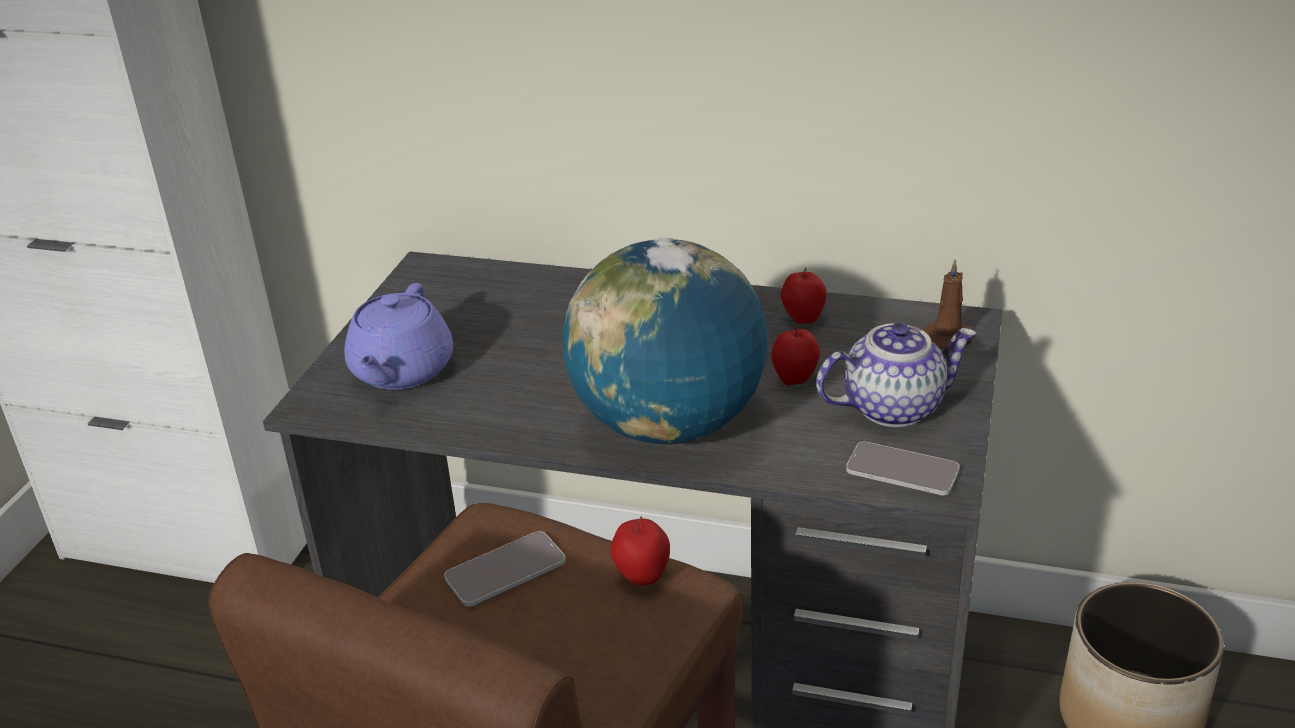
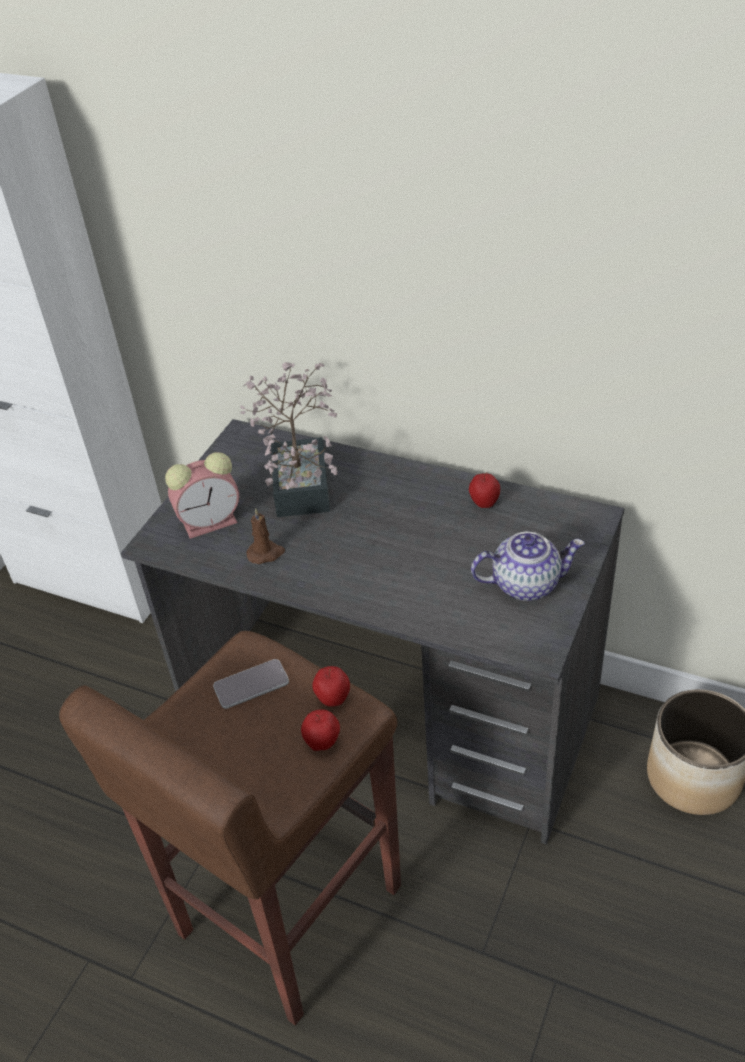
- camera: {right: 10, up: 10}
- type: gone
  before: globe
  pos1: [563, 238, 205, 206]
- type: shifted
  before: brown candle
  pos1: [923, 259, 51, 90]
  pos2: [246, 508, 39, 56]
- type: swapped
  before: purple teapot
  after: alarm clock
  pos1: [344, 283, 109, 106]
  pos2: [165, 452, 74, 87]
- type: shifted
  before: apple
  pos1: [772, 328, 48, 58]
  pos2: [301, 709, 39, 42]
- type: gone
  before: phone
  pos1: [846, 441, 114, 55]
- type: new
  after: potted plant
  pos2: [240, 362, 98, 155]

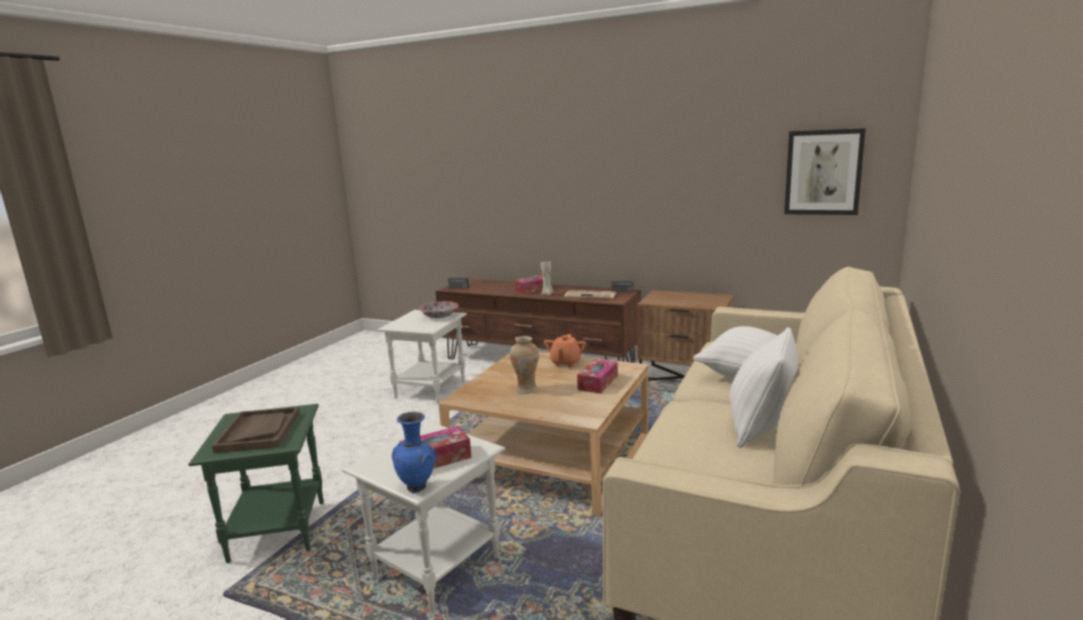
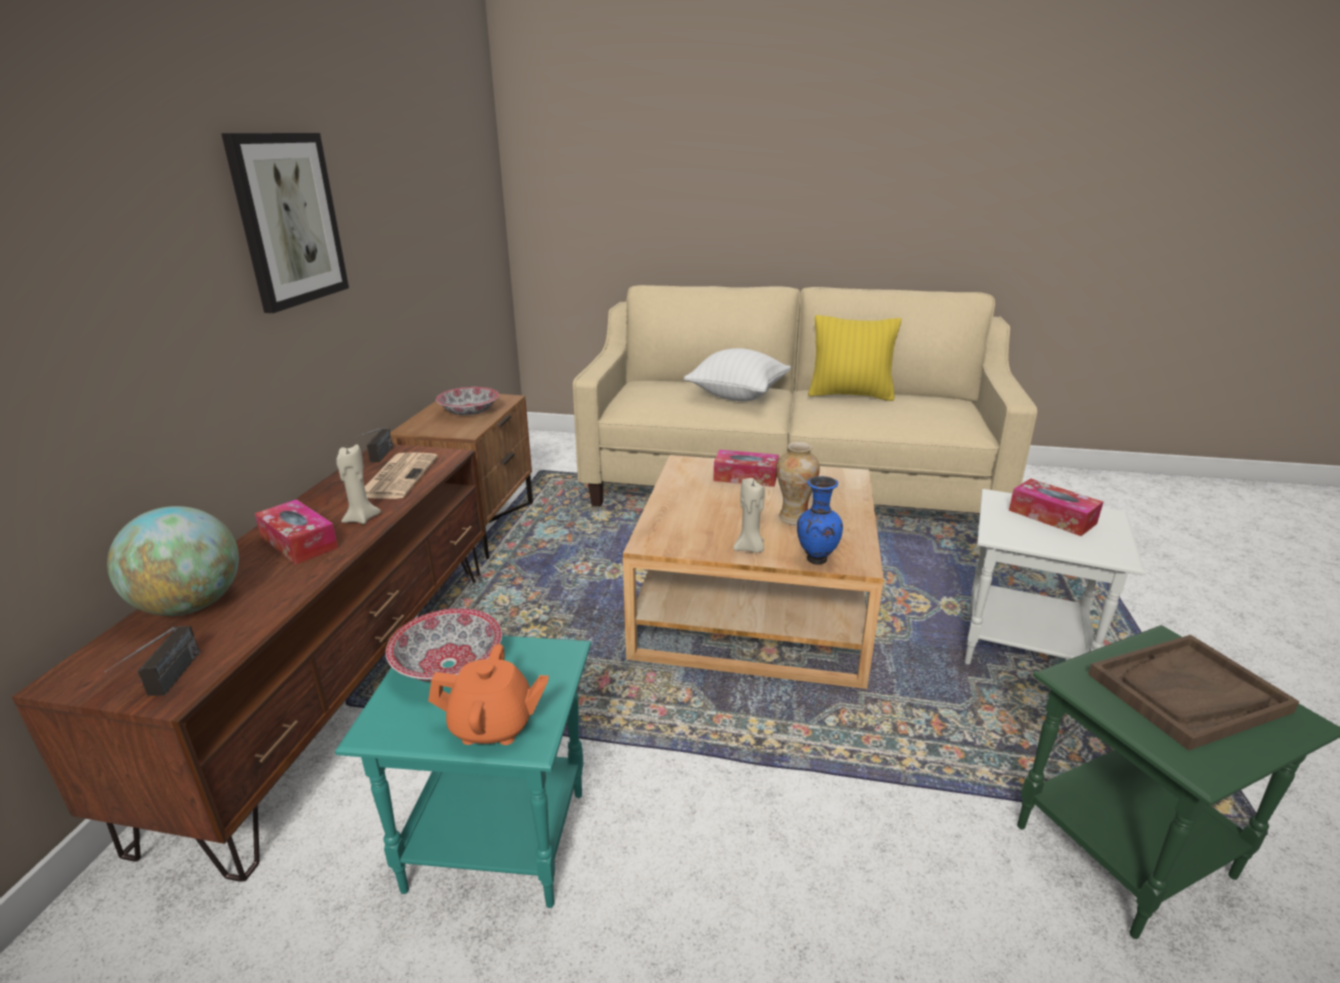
- camera: {right: -105, up: 10}
- type: shifted
  before: picture
  pos1: [784, 128, 82, 87]
  pos2: [221, 133, 128, 180]
- type: repainted
  before: white side table
  after: turquoise side table
  pos1: [377, 310, 90, 93]
  pos2: [335, 636, 256, 272]
- type: repainted
  before: white pillow
  after: yellow pillow
  pos1: [730, 327, 69, 121]
  pos2: [808, 315, 93, 86]
- type: shifted
  before: orange teapot
  pos1: [544, 334, 42, 33]
  pos2: [428, 644, 121, 101]
- type: shifted
  before: blue vase
  pos1: [392, 412, 44, 81]
  pos2: [797, 476, 46, 89]
- type: new
  after: bowl
  pos2: [436, 387, 63, 28]
- type: new
  after: beige candle
  pos2: [733, 478, 32, 75]
- type: new
  after: globe
  pos2: [107, 506, 132, 110]

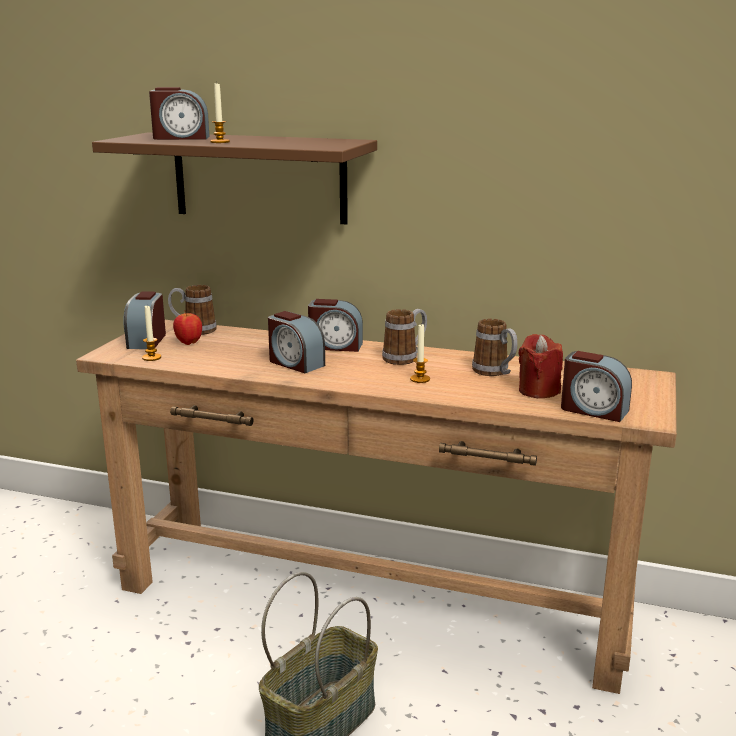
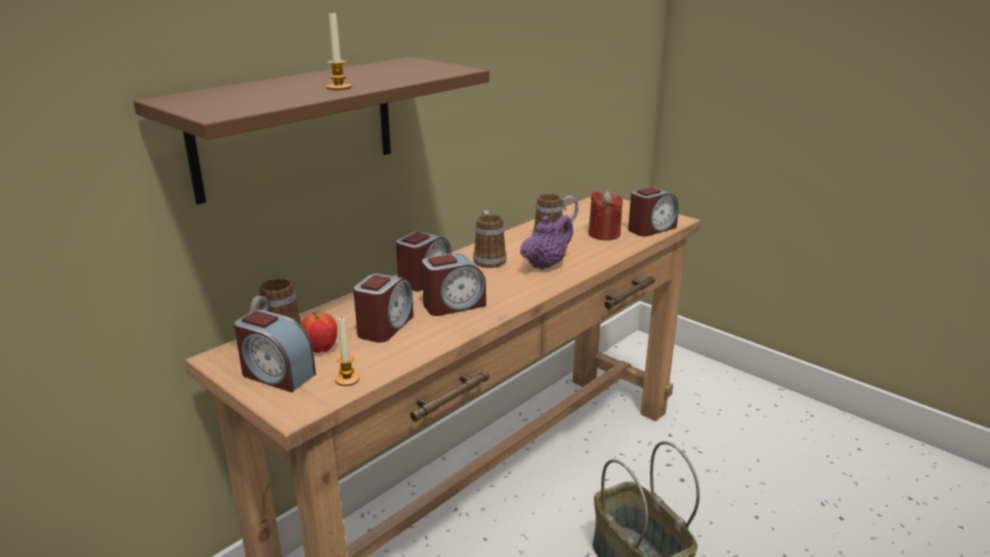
- camera: {right: -65, up: 5}
- type: shifted
  before: alarm clock
  pos1: [149, 87, 61, 53]
  pos2: [353, 273, 61, 70]
- type: swapped
  before: candle
  after: purple teapot
  pos1: [410, 324, 20, 59]
  pos2: [520, 215, 53, 55]

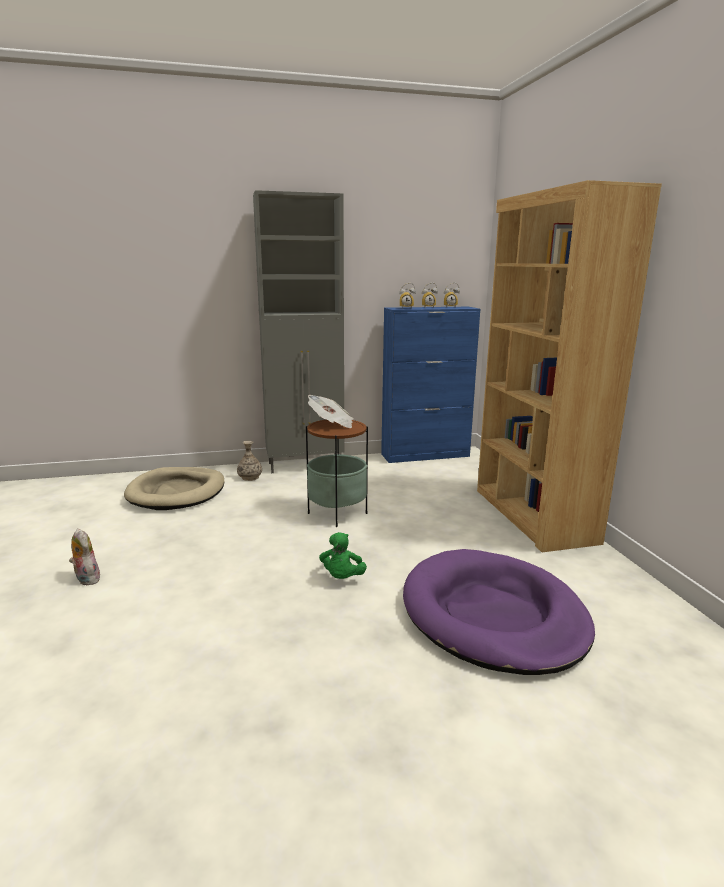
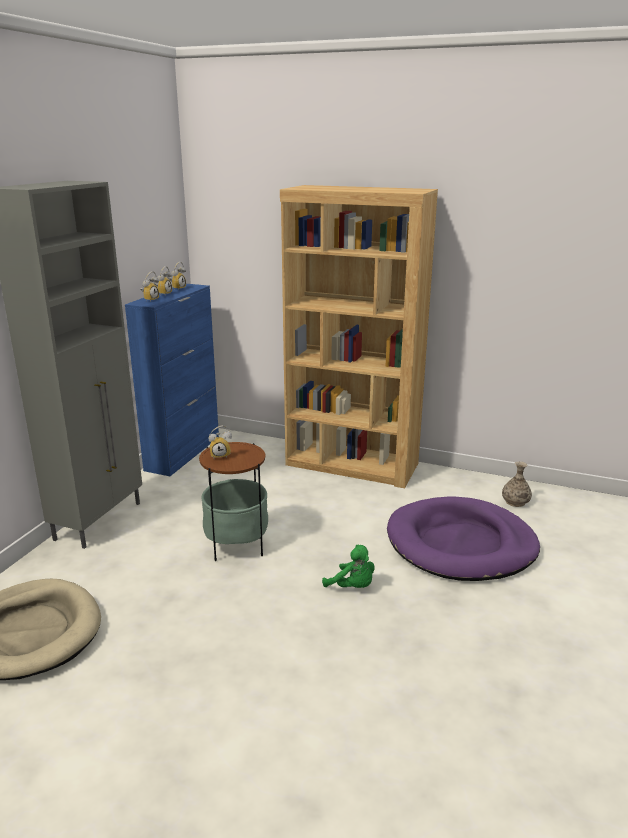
- camera: {right: -55, up: 5}
- type: swapped
  before: newspaper
  after: alarm clock
  pos1: [308, 395, 45, 33]
  pos2: [209, 425, 23, 33]
- type: shifted
  before: vase
  pos1: [237, 441, 25, 40]
  pos2: [502, 461, 30, 46]
- type: gone
  before: plush toy
  pos1: [69, 528, 31, 58]

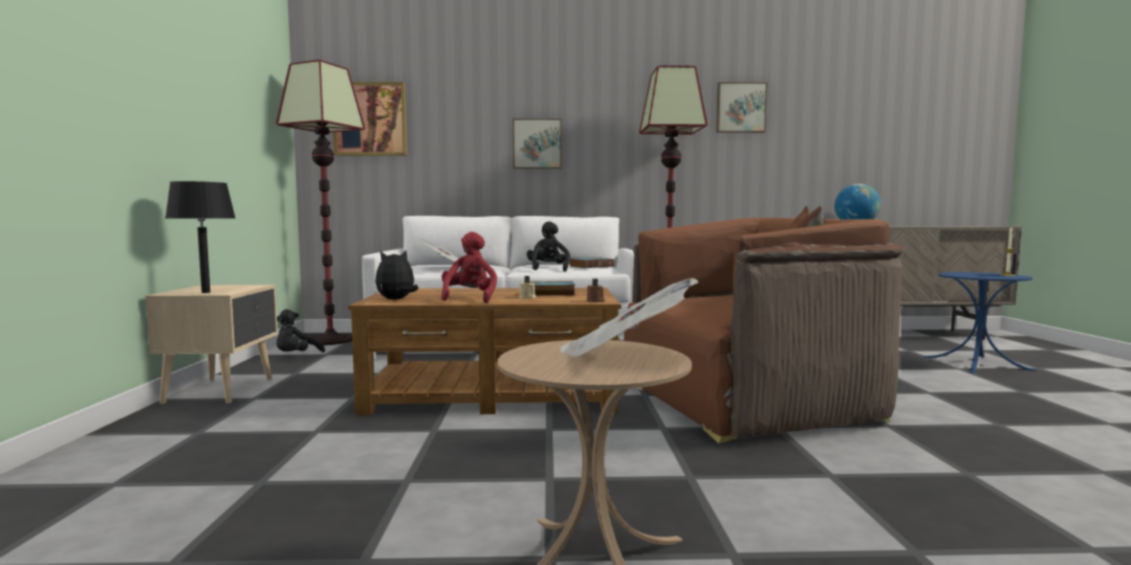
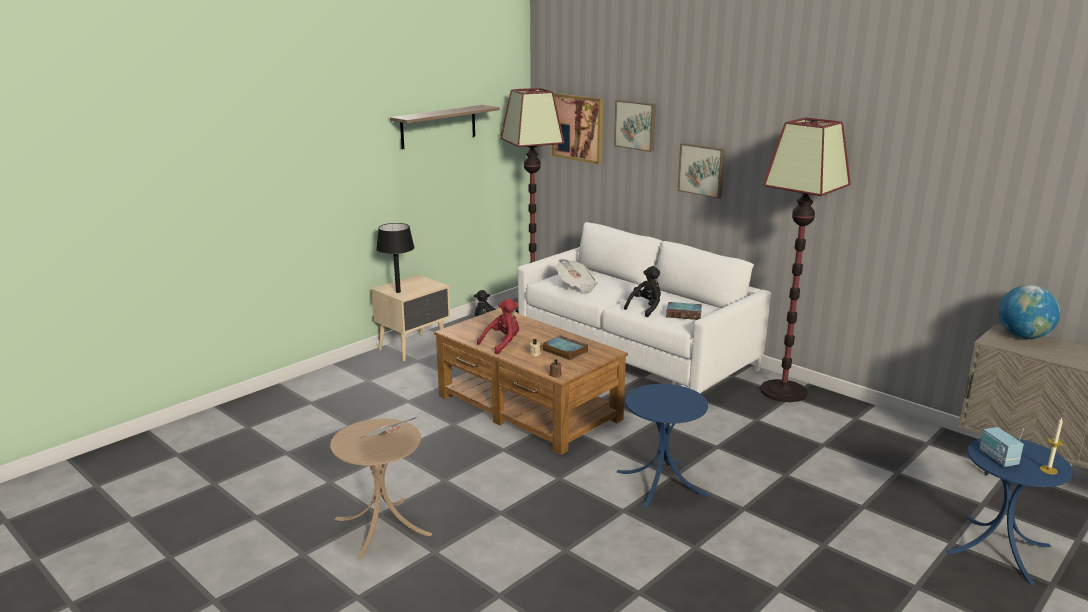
- camera: {right: 45, up: 15}
- type: shifted
  before: picture
  pos1: [716, 82, 52, 51]
  pos2: [614, 100, 42, 52]
- type: swapped
  before: brown armchair
  after: blue side table
  pos1: [624, 206, 280, 238]
  pos2: [617, 384, 92, 124]
- type: gone
  before: plush toy
  pos1: [375, 251, 44, 49]
- type: new
  after: shelf
  pos2: [390, 105, 110, 44]
- type: new
  after: radio
  pos2: [980, 427, 44, 40]

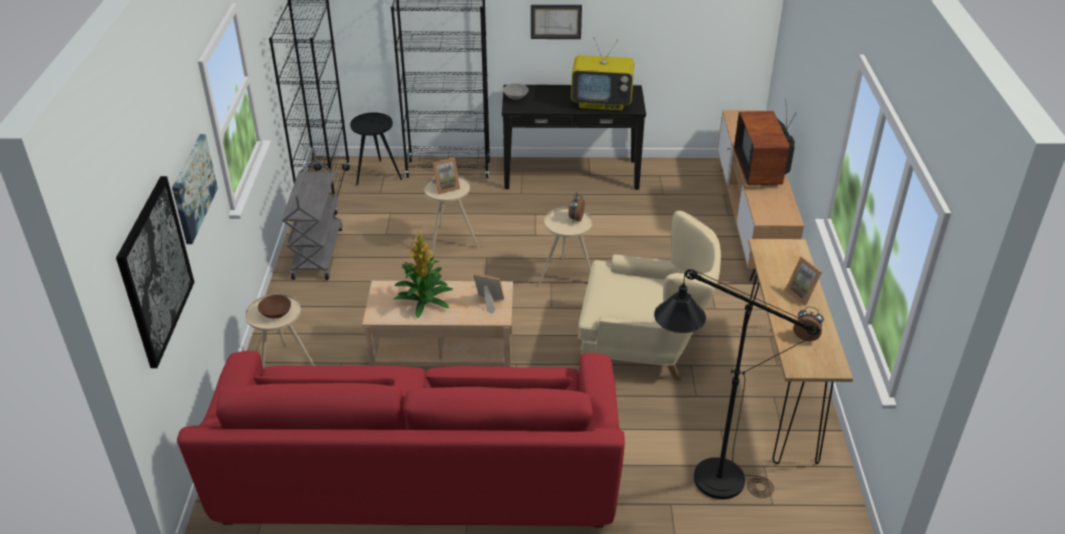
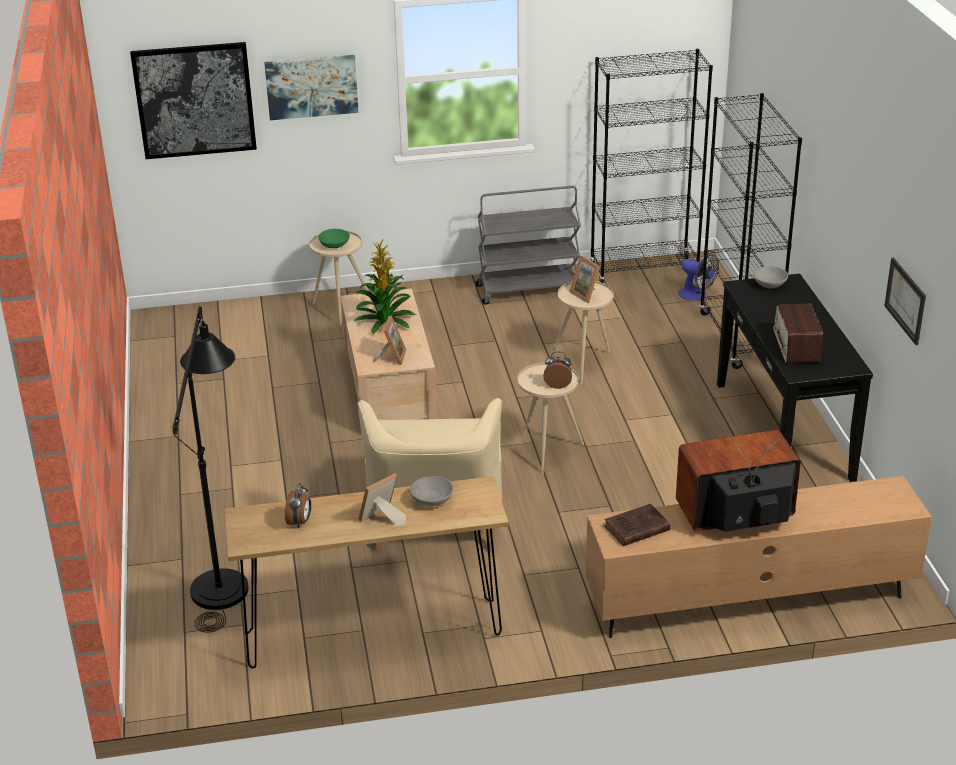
- camera: {right: 80, up: -5}
- type: shifted
  before: picture
  pos1: [531, 5, 51, 34]
  pos2: [884, 258, 42, 87]
- type: swapped
  before: television
  after: radio
  pos1: [571, 39, 63, 71]
  pos2: [773, 303, 50, 61]
- type: swapped
  before: black side table
  after: fan
  pos1: [350, 112, 52, 73]
  pos2: [678, 255, 41, 46]
- type: repainted
  before: brown bowl
  after: green bowl
  pos1: [258, 295, 33, 23]
  pos2: [318, 229, 32, 19]
- type: gone
  before: red sofa
  pos1: [177, 351, 448, 177]
- type: new
  after: grey bowl
  pos2: [410, 476, 44, 30]
- type: new
  after: brown book
  pos2: [604, 504, 67, 42]

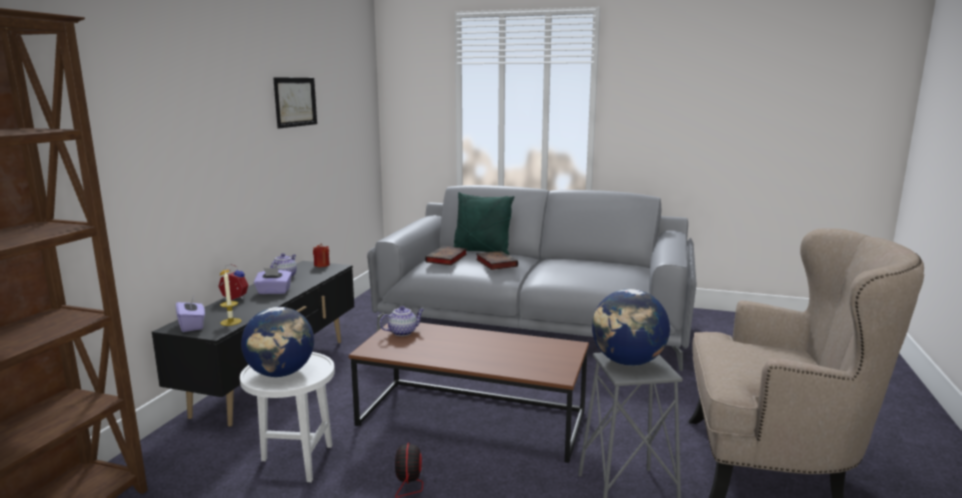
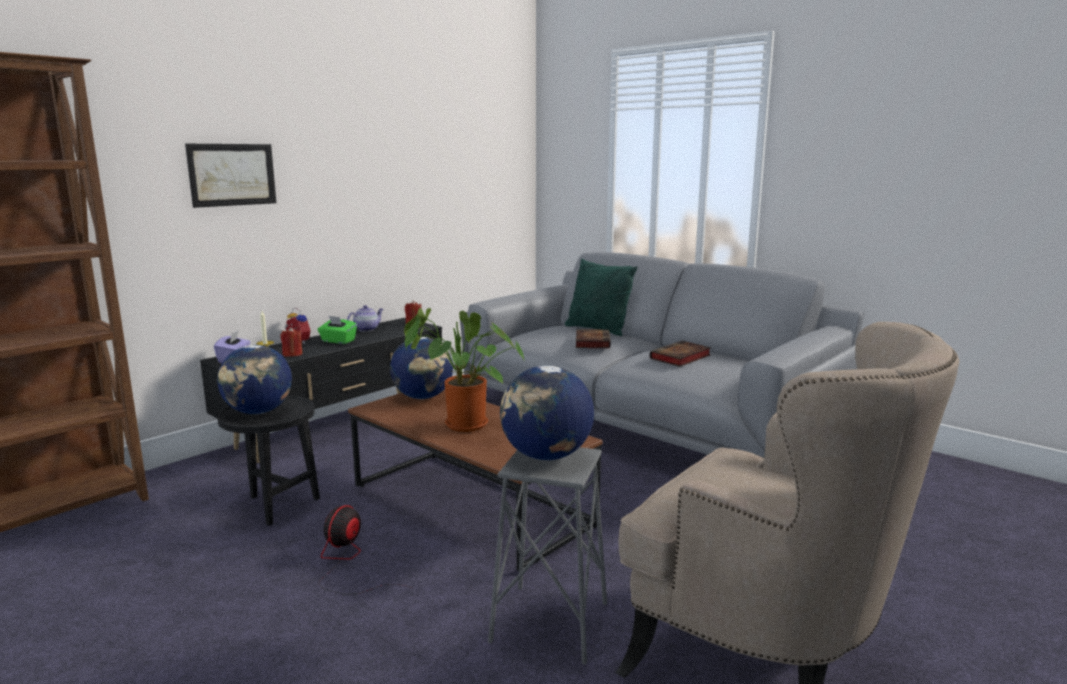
- camera: {right: 25, up: 0}
- type: shifted
  before: picture
  pos1: [273, 77, 44, 51]
  pos2: [185, 144, 91, 64]
- type: shifted
  before: book
  pos1: [425, 246, 42, 19]
  pos2: [650, 341, 61, 26]
- type: repainted
  before: purple tissue box
  after: green tissue box
  pos1: [254, 268, 38, 26]
  pos2: [318, 316, 39, 28]
- type: swapped
  before: teapot
  after: globe
  pos1: [380, 306, 44, 30]
  pos2: [390, 337, 63, 62]
- type: repainted
  before: white side table
  after: black side table
  pos1: [240, 352, 95, 130]
  pos2: [217, 395, 103, 131]
- type: new
  after: potted plant
  pos2: [404, 308, 121, 124]
- type: new
  after: red candle
  pos2: [281, 327, 22, 30]

